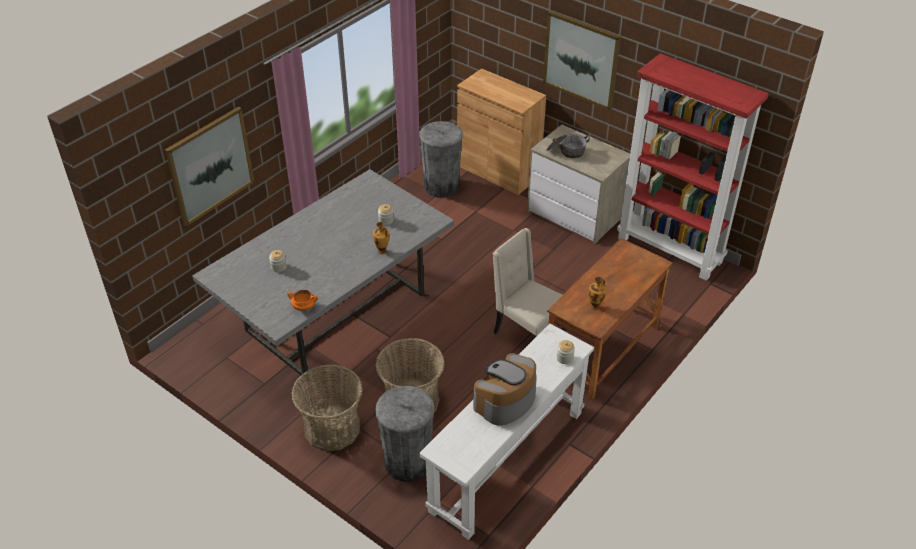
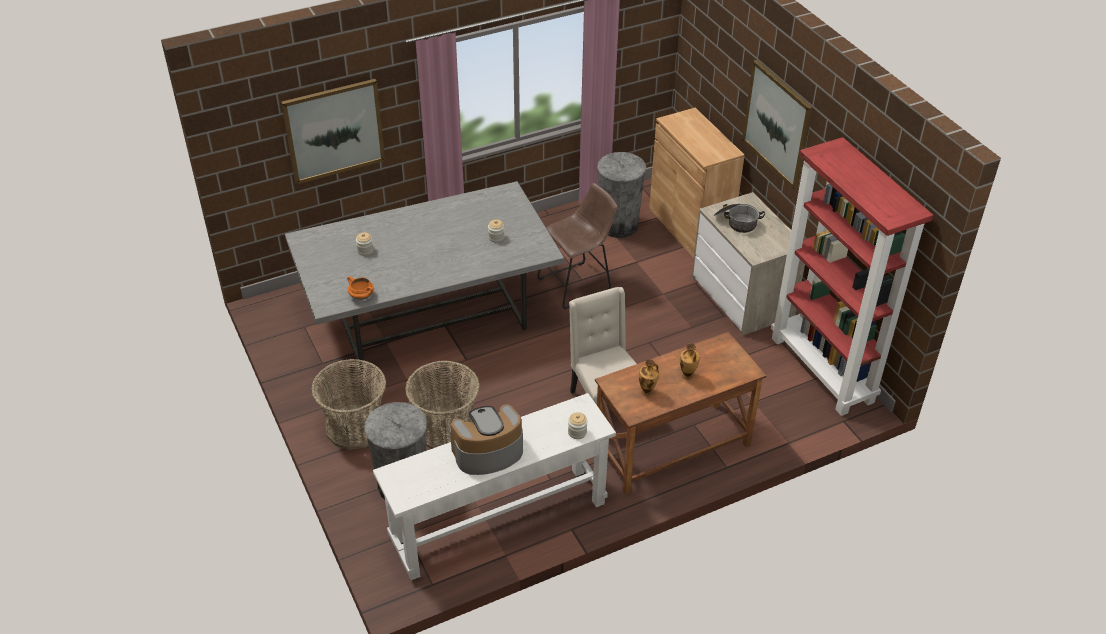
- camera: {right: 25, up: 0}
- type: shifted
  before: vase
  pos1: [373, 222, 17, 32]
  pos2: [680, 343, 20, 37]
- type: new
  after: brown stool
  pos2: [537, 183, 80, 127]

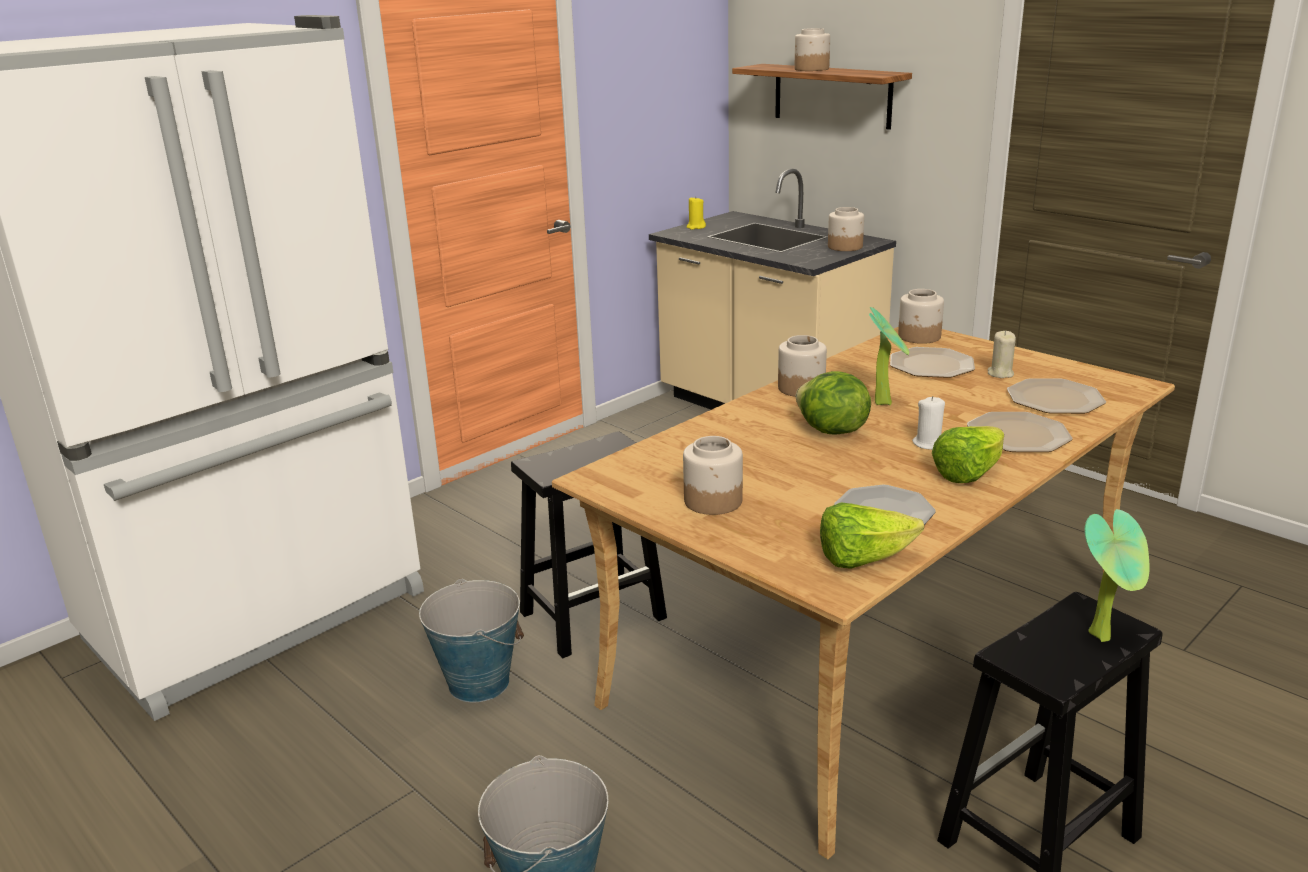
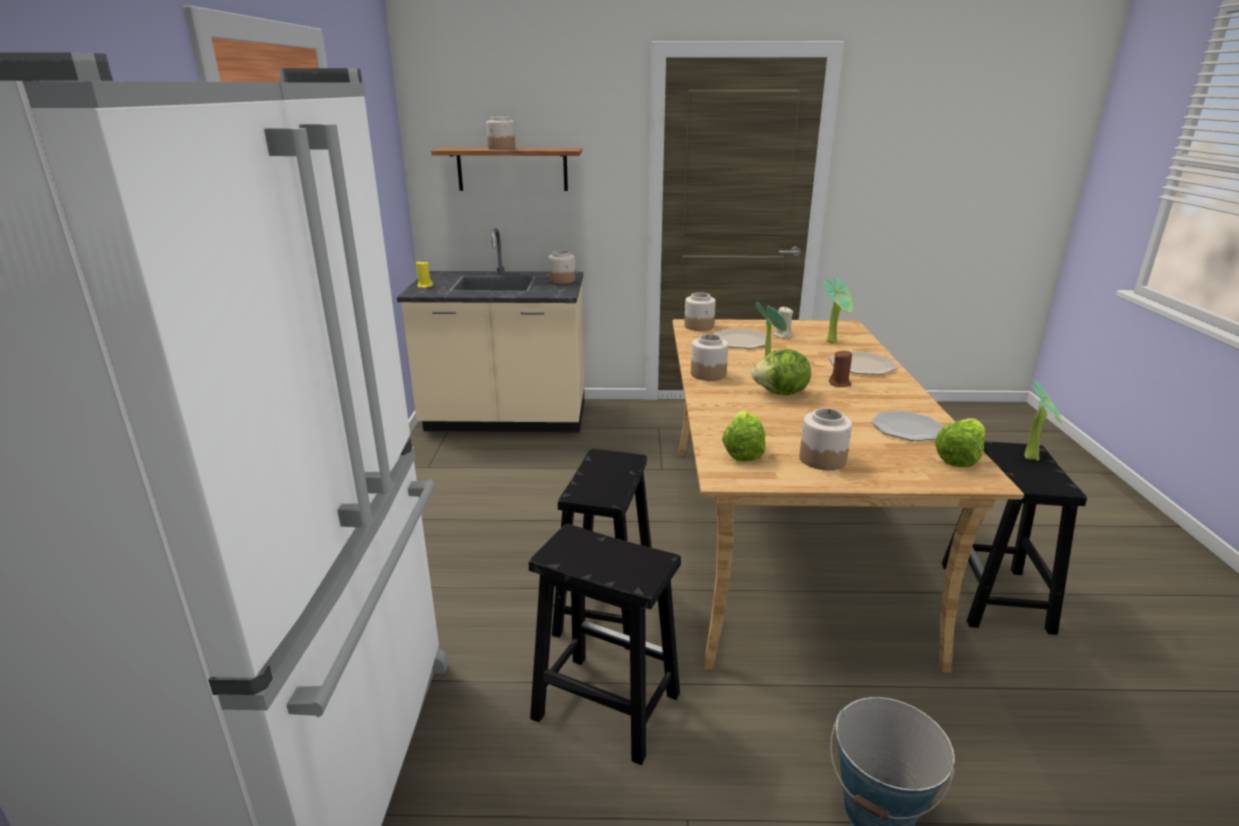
- camera: {right: -45, up: 0}
- type: swapped
  before: plate
  after: potted plant
  pos1: [1007, 378, 99, 36]
  pos2: [825, 278, 28, 66]
- type: repainted
  before: white candle
  after: brown candle
  pos1: [912, 396, 33, 54]
  pos2: [829, 350, 23, 37]
- type: shifted
  before: lettuce
  pos1: [932, 426, 72, 57]
  pos2: [722, 410, 44, 52]
- type: swapped
  before: bucket
  after: black stool
  pos1: [419, 579, 105, 123]
  pos2: [529, 524, 152, 241]

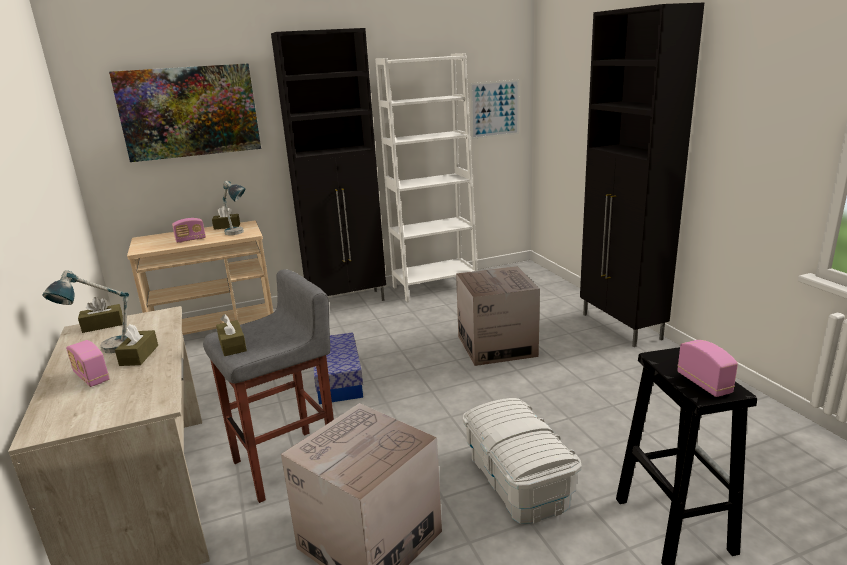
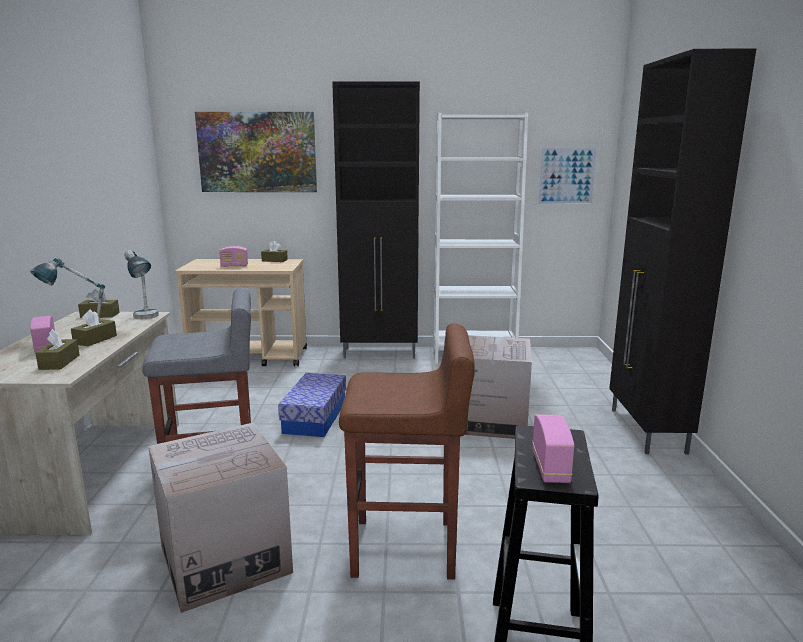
- camera: {right: 20, up: -5}
- type: shifted
  before: table lamp
  pos1: [223, 181, 22, 54]
  pos2: [124, 250, 35, 69]
- type: shifted
  before: brown tissue box
  pos1: [216, 314, 31, 42]
  pos2: [35, 329, 45, 41]
- type: swapped
  before: white storage box
  after: brown stool
  pos1: [463, 398, 119, 126]
  pos2: [339, 323, 136, 257]

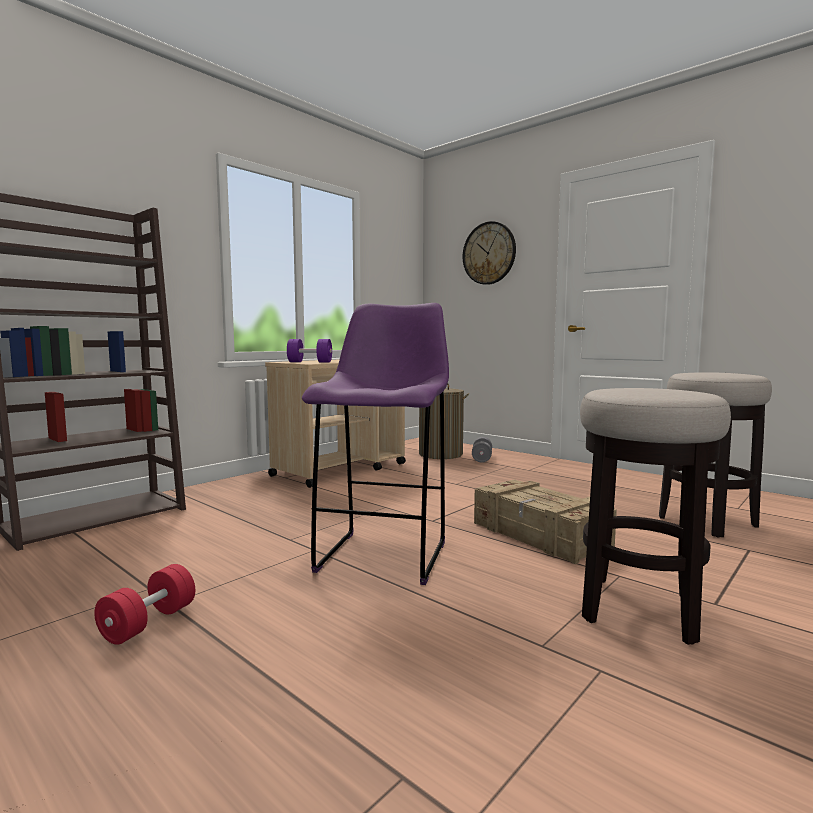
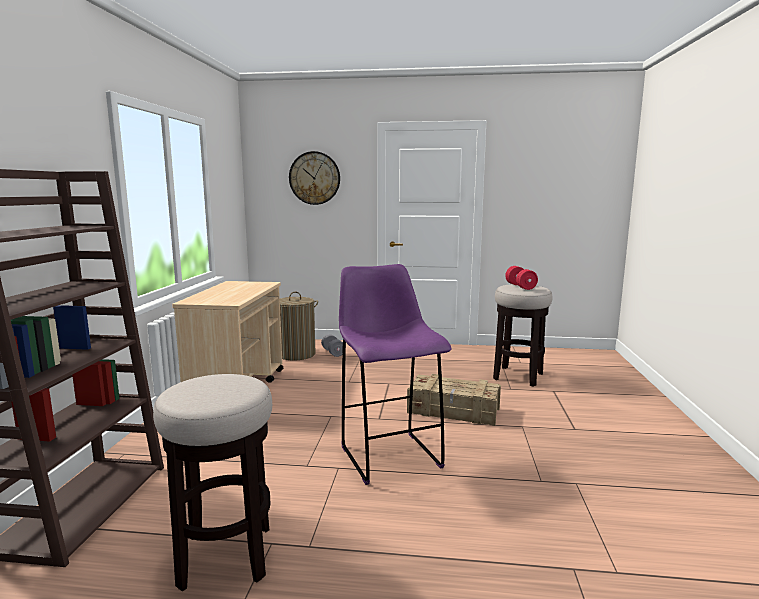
- camera: {right: -35, up: 5}
- type: gone
  before: purple dumbbell
  pos1: [287, 339, 45, 23]
- type: shifted
  before: stool
  pos1: [580, 388, 151, 257]
  pos2: [153, 374, 119, 217]
- type: shifted
  before: red dumbbell
  pos1: [94, 564, 101, 81]
  pos2: [505, 266, 33, 24]

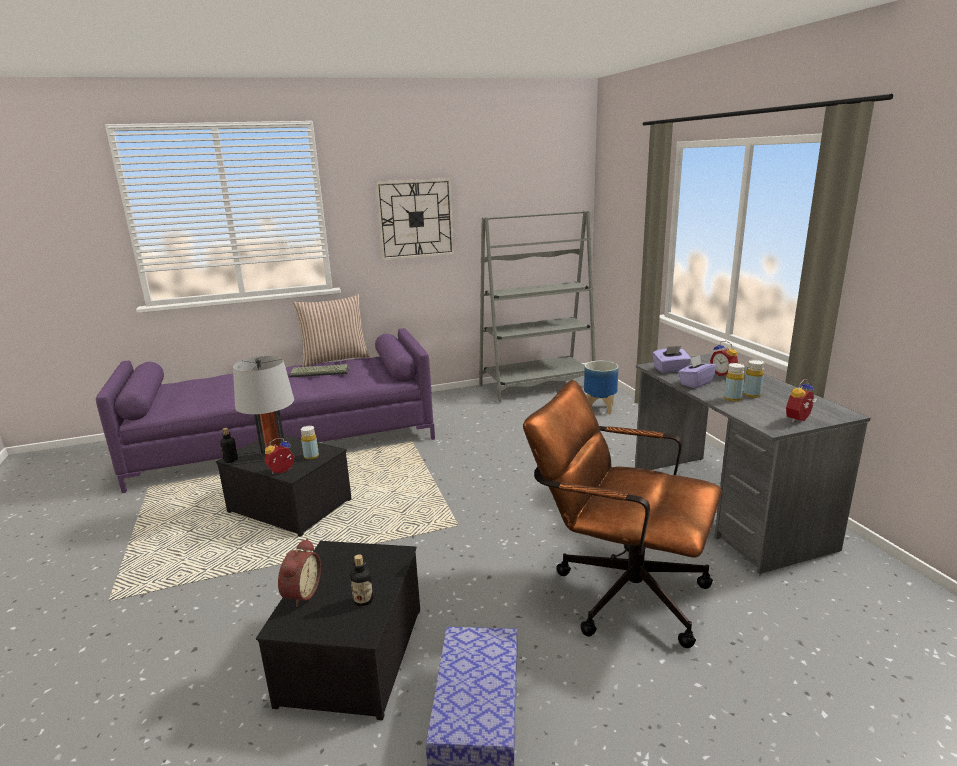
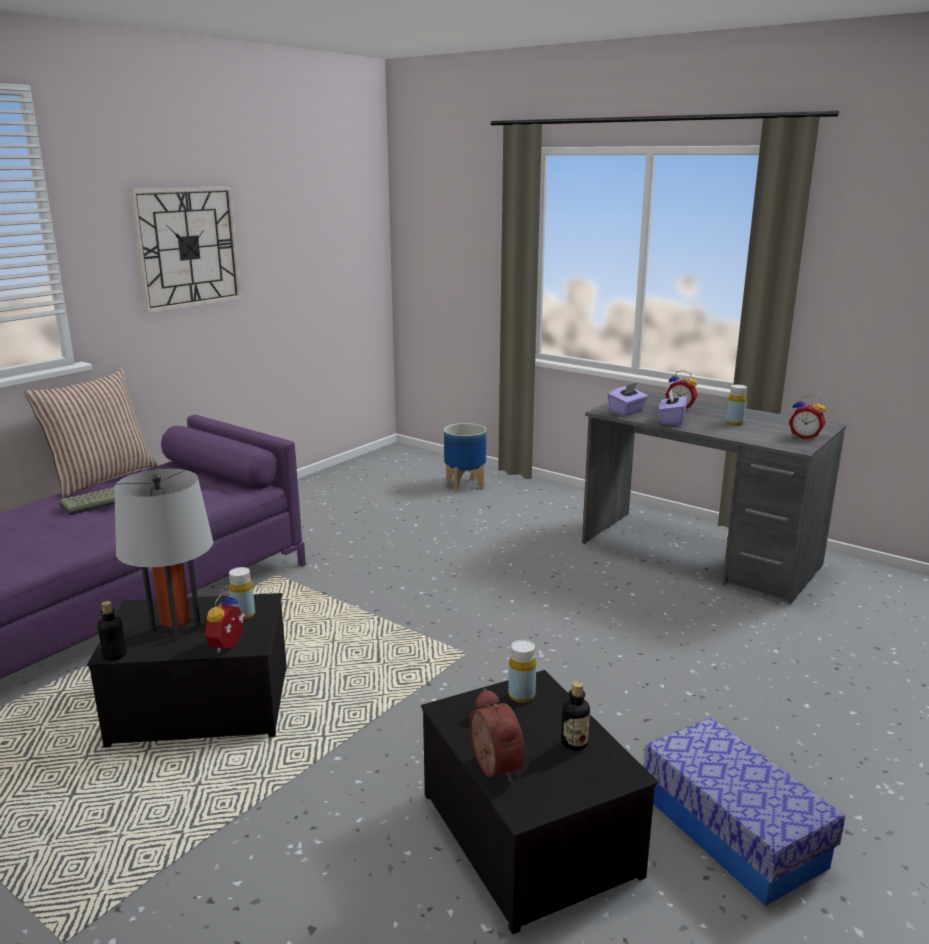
- camera: {right: -35, up: 0}
- type: gone
  before: grey bookcase
  pos1: [479, 210, 117, 192]
- type: shifted
  before: yellow bottle
  pos1: [724, 363, 21, 39]
  pos2: [508, 640, 28, 63]
- type: rotated
  before: alarm clock
  pos1: [786, 379, 32, 44]
  pos2: [789, 395, 37, 45]
  turn: -75
- type: gone
  before: brown office chair
  pos1: [523, 380, 199, 268]

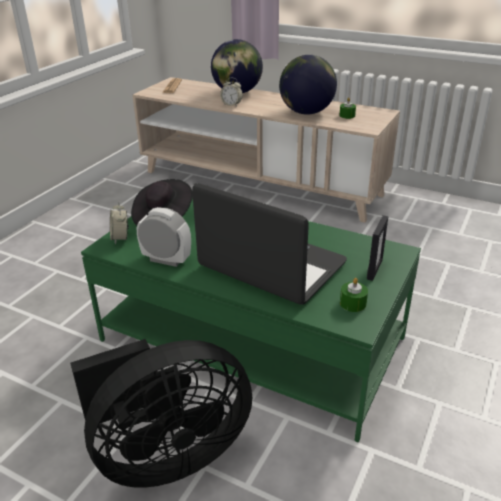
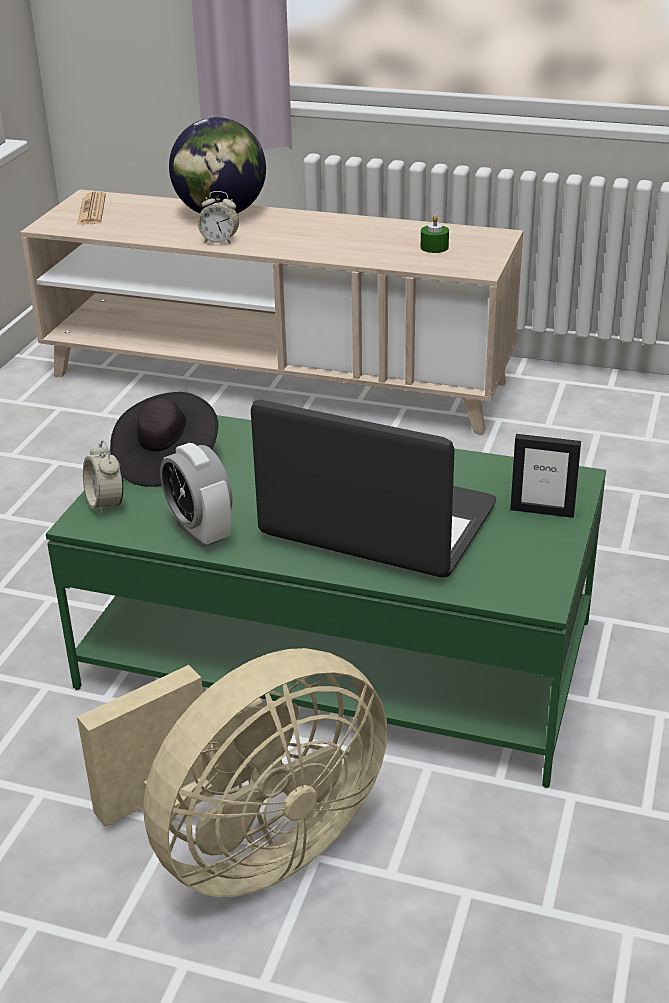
- camera: {right: -10, up: 0}
- type: gone
  before: globe
  pos1: [279, 55, 58, 59]
- type: rotated
  before: alarm clock
  pos1: [137, 207, 54, 60]
  pos2: [160, 443, 72, 105]
  turn: -135
- type: rotated
  before: picture frame
  pos1: [367, 215, 21, 66]
  pos2: [510, 434, 71, 84]
  turn: 90
- type: gone
  before: green candle
  pos1: [340, 278, 28, 34]
- type: repainted
  before: black fan
  after: beige fan
  pos1: [70, 339, 182, 149]
  pos2: [77, 648, 311, 249]

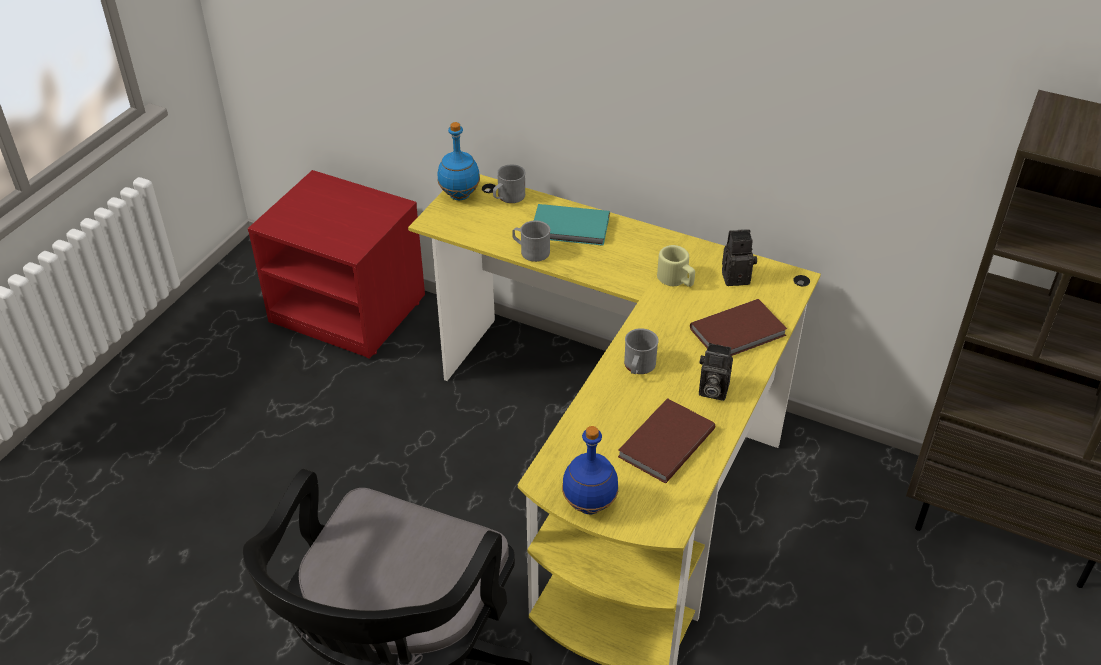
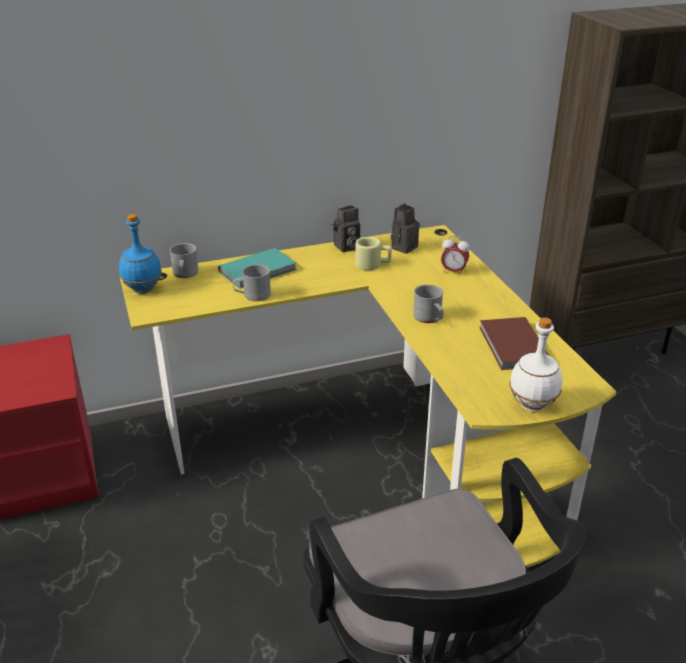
- camera: {right: -45, up: -10}
- type: swapped
  before: brown book
  after: alarm clock
  pos1: [690, 299, 97, 57]
  pos2: [441, 236, 29, 39]
- type: shifted
  before: photo camera
  pos1: [699, 343, 34, 58]
  pos2: [331, 205, 29, 47]
- type: repainted
  before: blue bottle
  after: white bottle
  pos1: [562, 426, 56, 88]
  pos2: [510, 318, 52, 94]

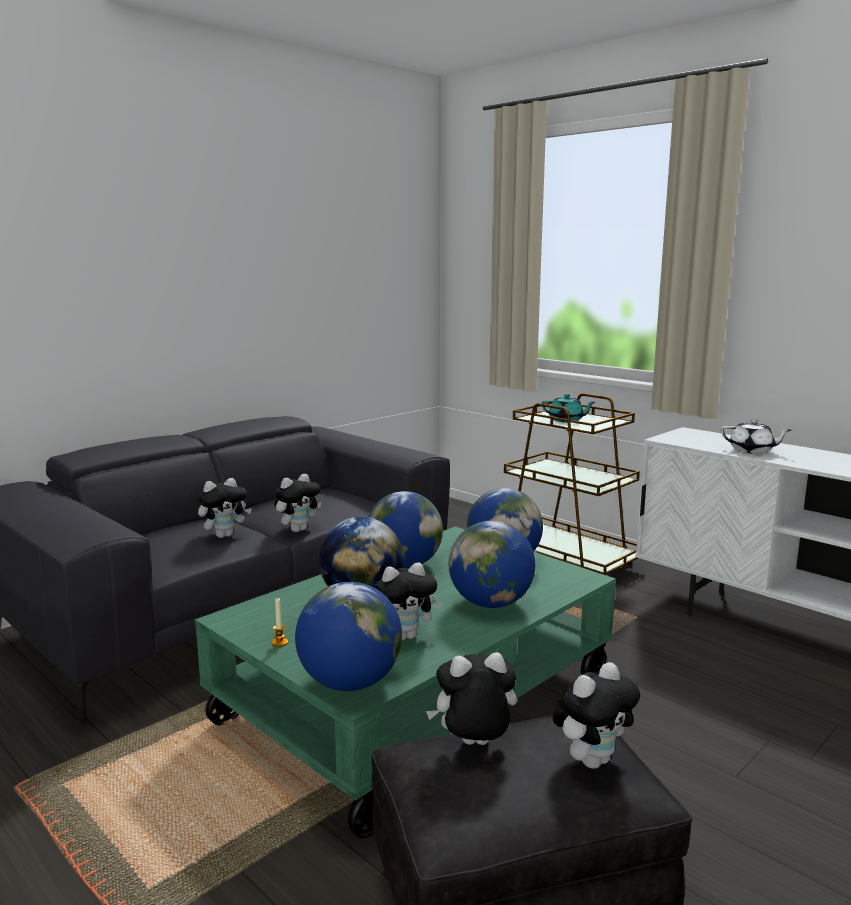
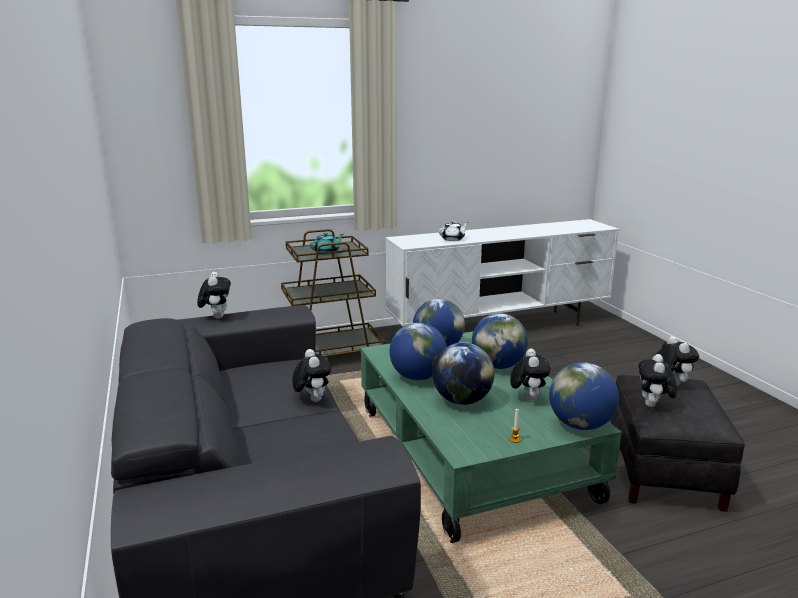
- camera: {right: -65, up: 5}
- type: shifted
  before: plush toy
  pos1: [198, 478, 54, 60]
  pos2: [197, 271, 34, 48]

